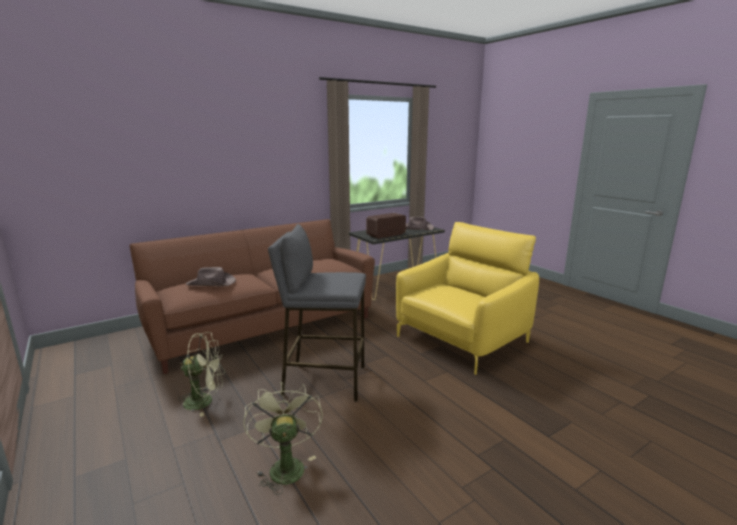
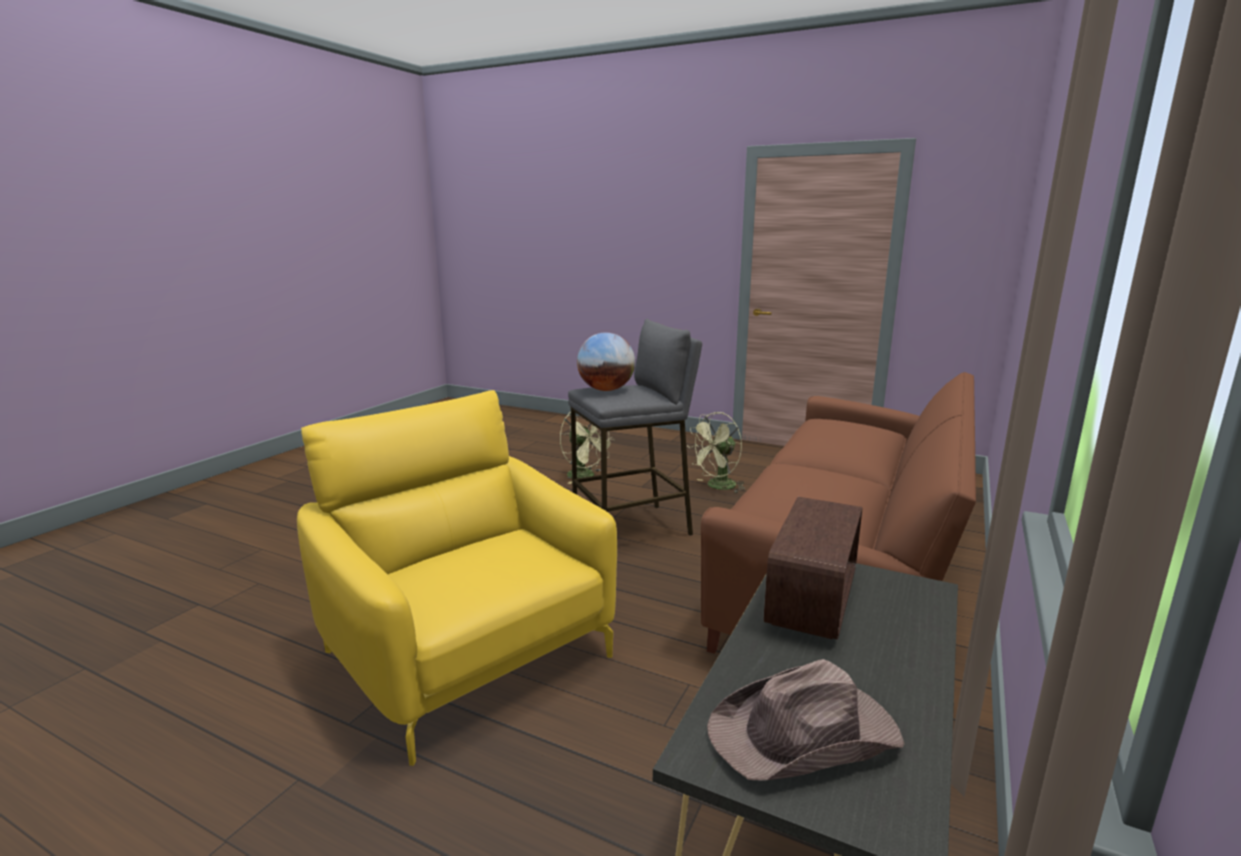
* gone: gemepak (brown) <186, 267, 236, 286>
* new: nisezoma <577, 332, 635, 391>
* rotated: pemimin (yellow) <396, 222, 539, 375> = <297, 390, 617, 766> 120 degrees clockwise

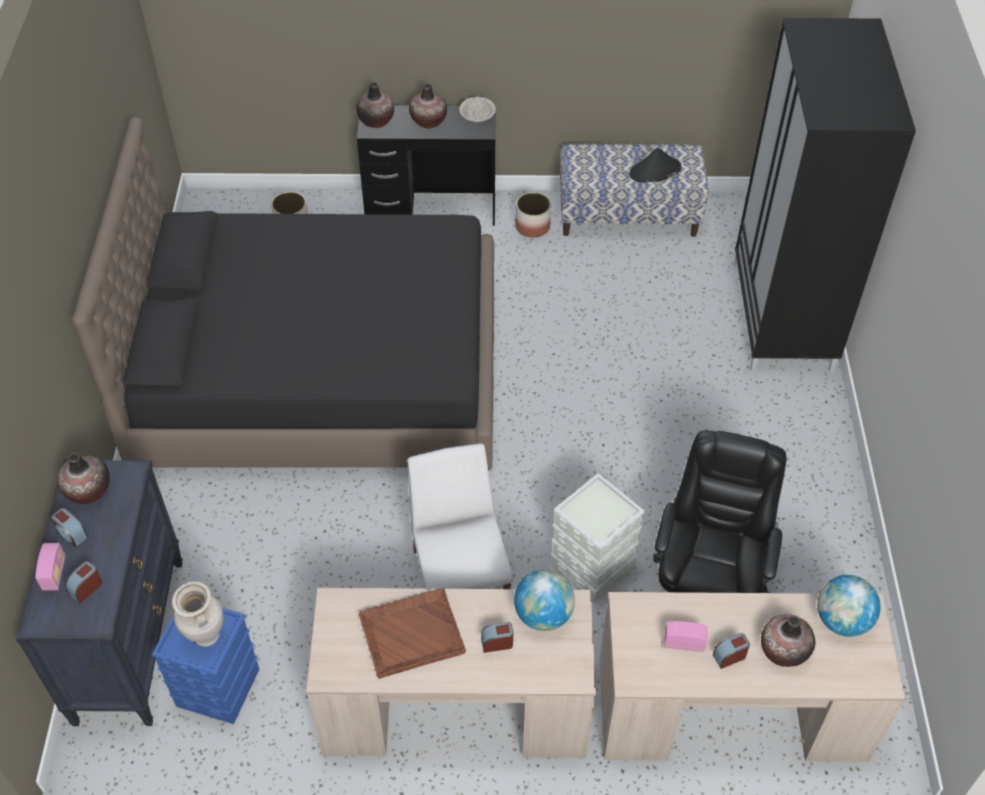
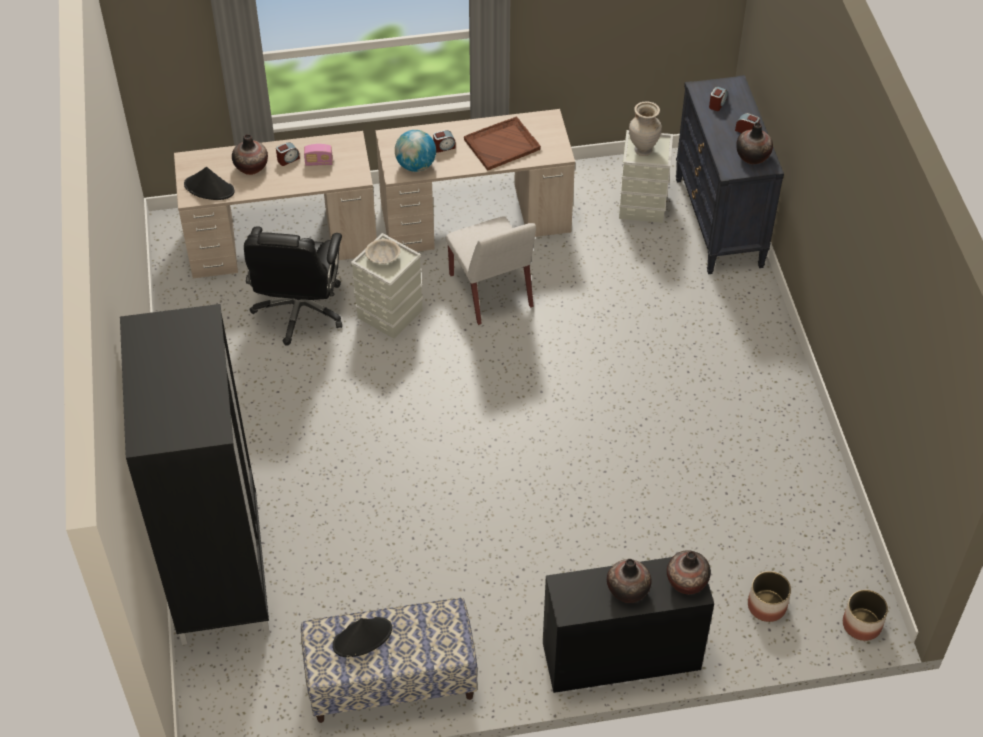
* gone: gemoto <35, 543, 65, 591>
* gone: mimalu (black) <72, 117, 494, 472>
* shifted: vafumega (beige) <459, 97, 496, 122> to <365, 239, 401, 264>
* shifted: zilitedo <515, 192, 551, 238> to <843, 590, 888, 641>
* swapped: nisezoma <817, 575, 881, 637> to gemepak (black) <184, 167, 235, 200>
* repainted: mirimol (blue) <152, 608, 259, 724> to mirimol (grey) <619, 130, 673, 223>

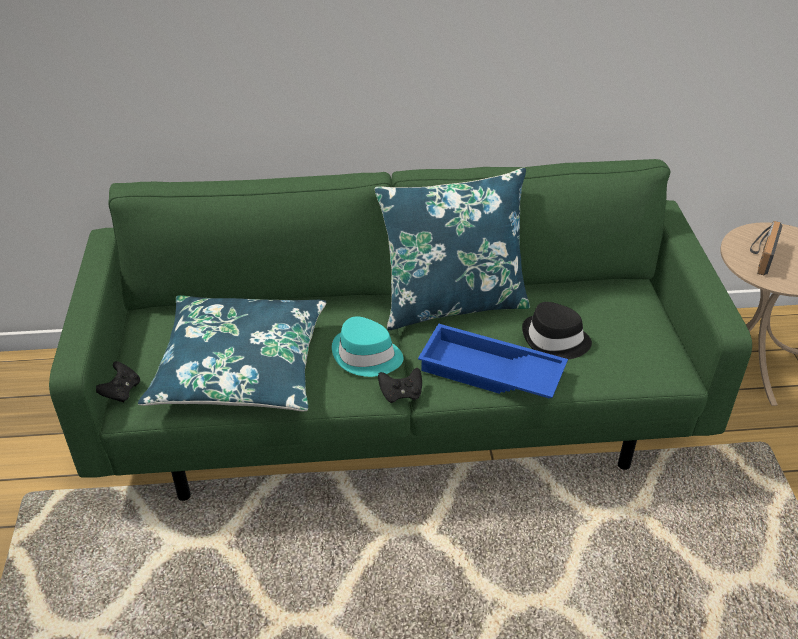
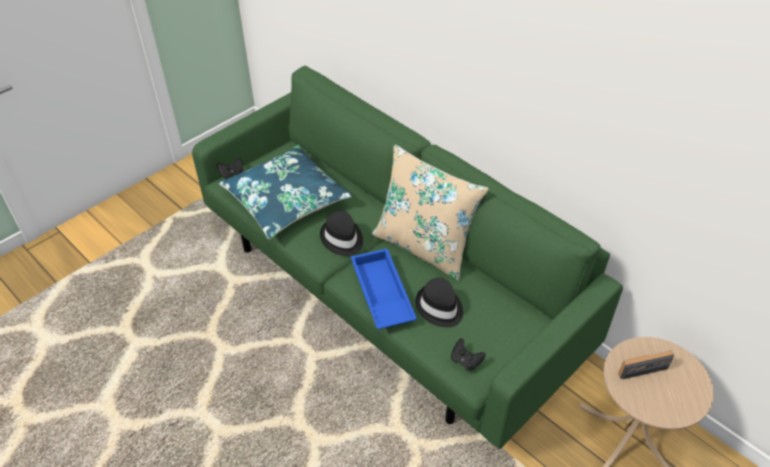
* shifted: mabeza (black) <378, 368, 422, 403> to <451, 338, 486, 371>
* repainted: gemepak (turquoise) <332, 316, 403, 377> to gemepak (black) <320, 211, 363, 256>
* repainted: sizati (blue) <375, 168, 530, 330> to sizati (beige) <372, 145, 488, 281>

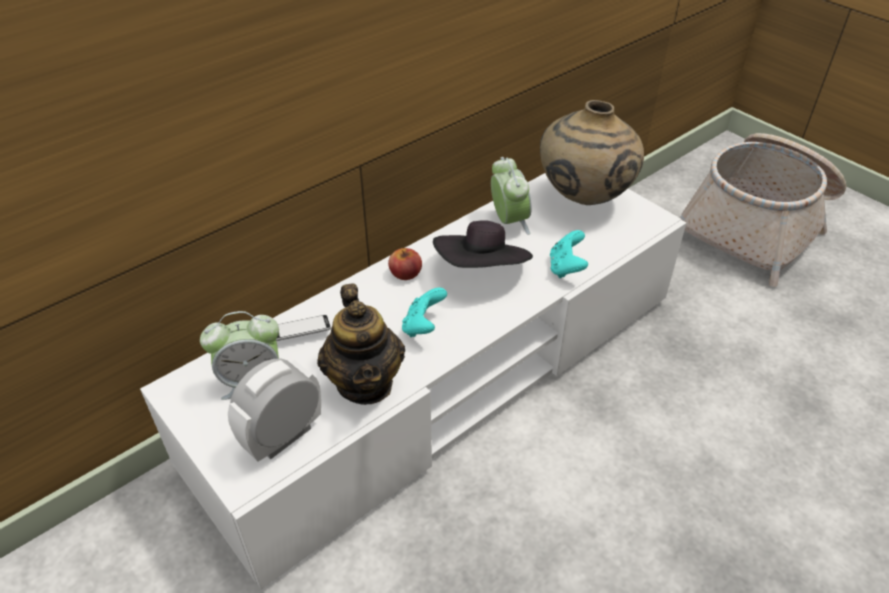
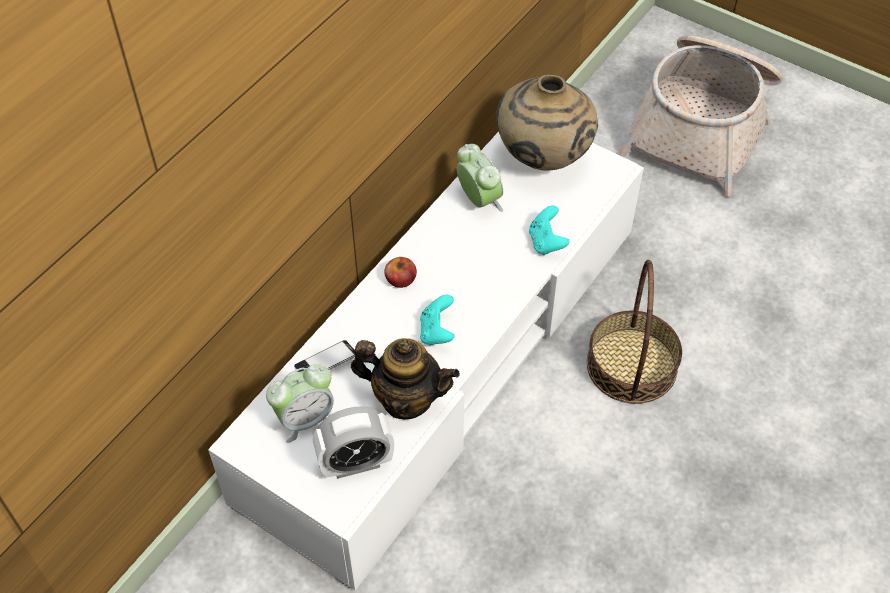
* gone: gemepak (black) <433, 220, 533, 268>
* new: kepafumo <587, 260, 682, 404>
* rotated: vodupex <228, 359, 321, 462> = <313, 407, 394, 479> 135 degrees counterclockwise
* rotated: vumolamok <317, 284, 405, 405> = <351, 338, 460, 419> 45 degrees counterclockwise

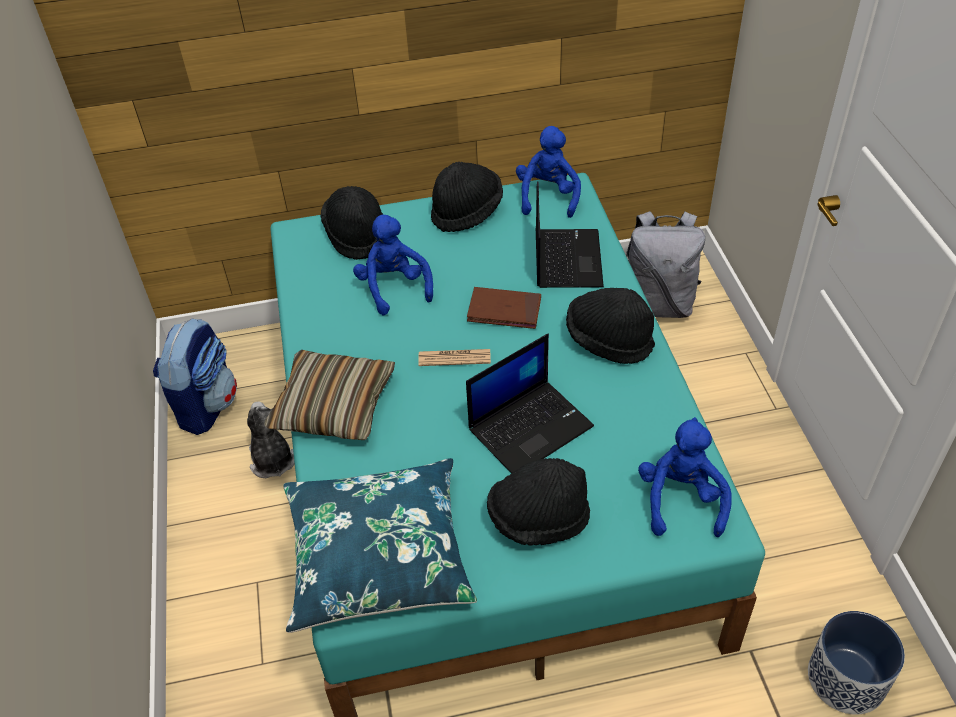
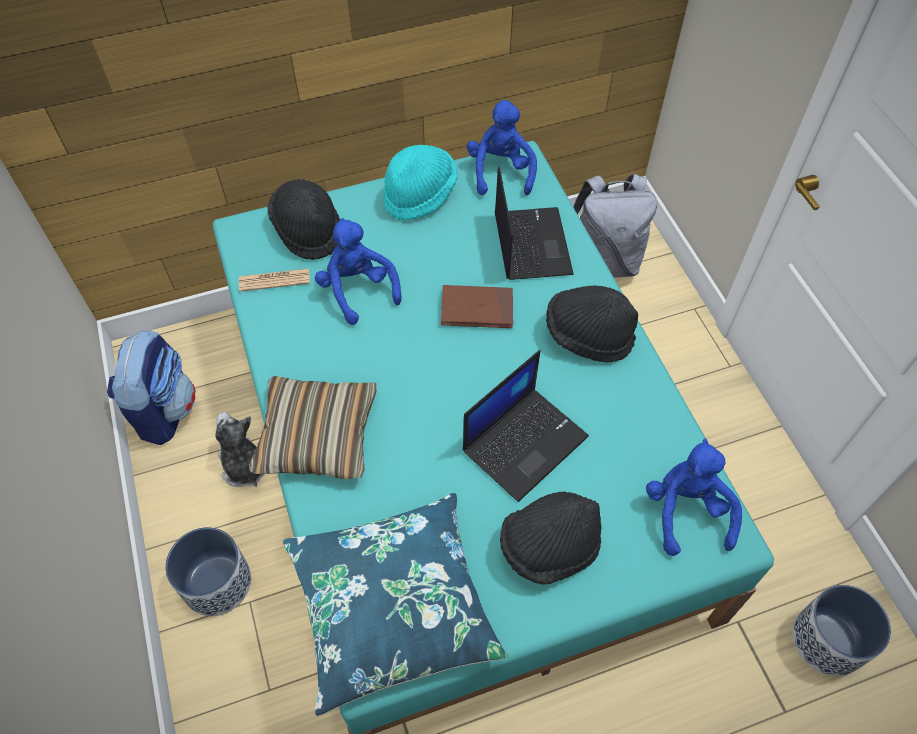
* new: zilitedo <165, 527, 251, 616>
* shifted: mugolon <418, 349, 491, 366> to <239, 268, 310, 291>
* repainted: gemepak (black) <431, 162, 503, 232> to gemepak (turquoise) <383, 145, 457, 220>

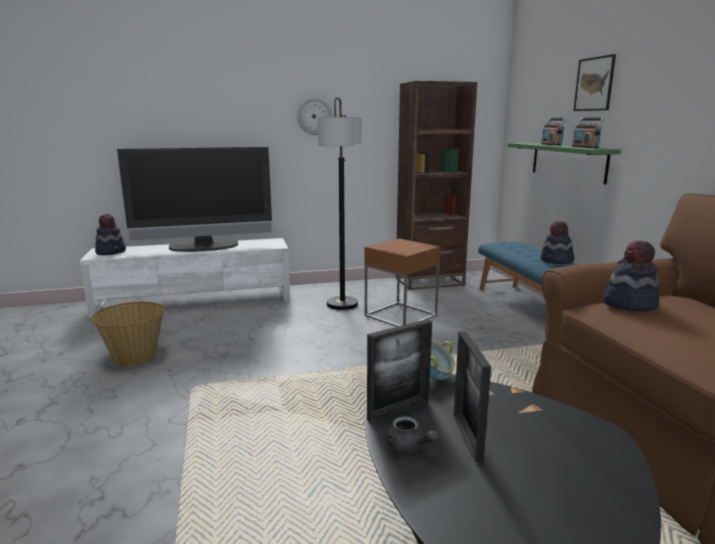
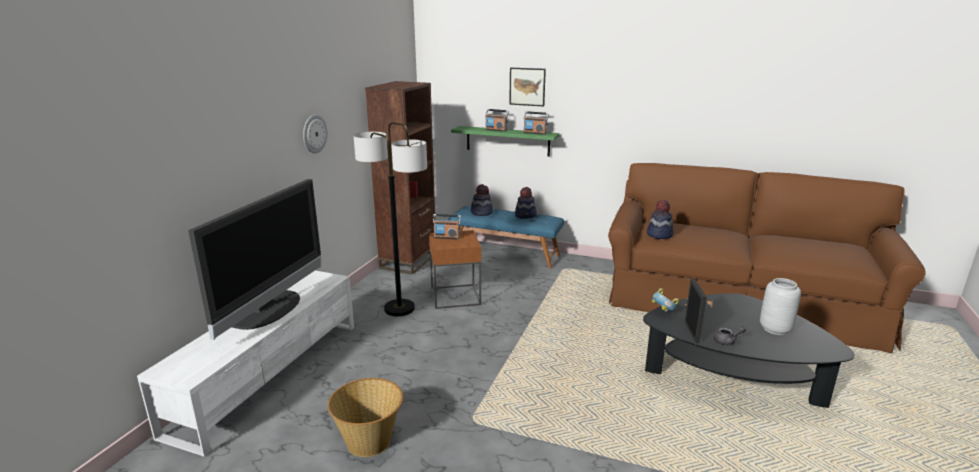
* gone: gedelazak <454, 331, 491, 463>
* new: gemoto <433, 214, 461, 239>
* new: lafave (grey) <760, 278, 801, 335>
* shifted: gemepak <95, 214, 126, 255> to <471, 184, 493, 216>

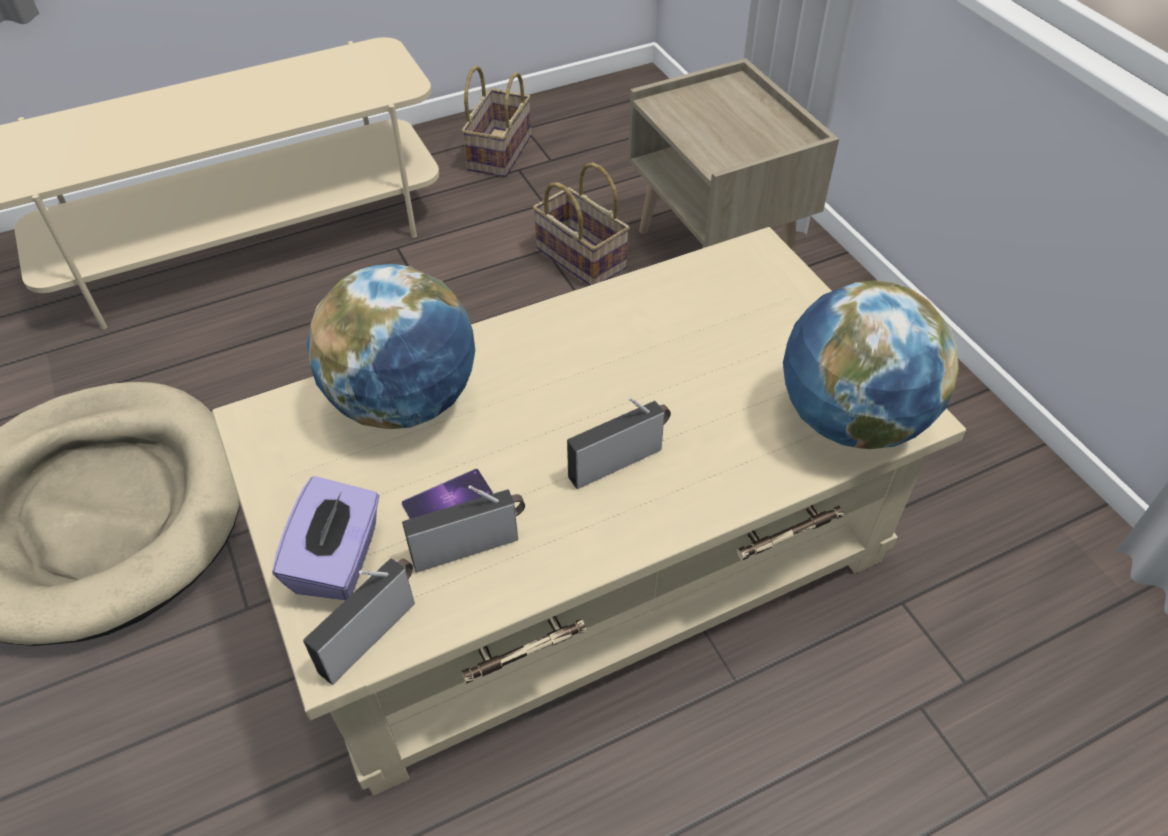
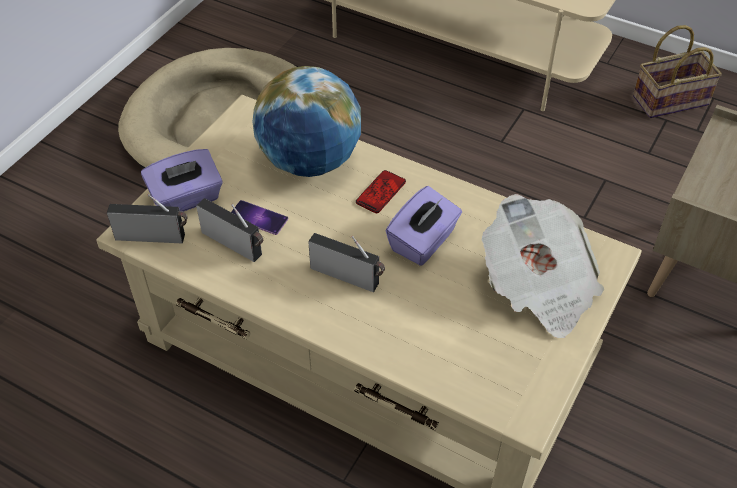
* gone: kepafumo <533, 163, 630, 286>
* gone: nisezoma <783, 280, 959, 449>
* new: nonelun <356, 170, 406, 213>
* new: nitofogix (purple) <386, 186, 462, 266>
* new: mugolon <482, 194, 604, 338>

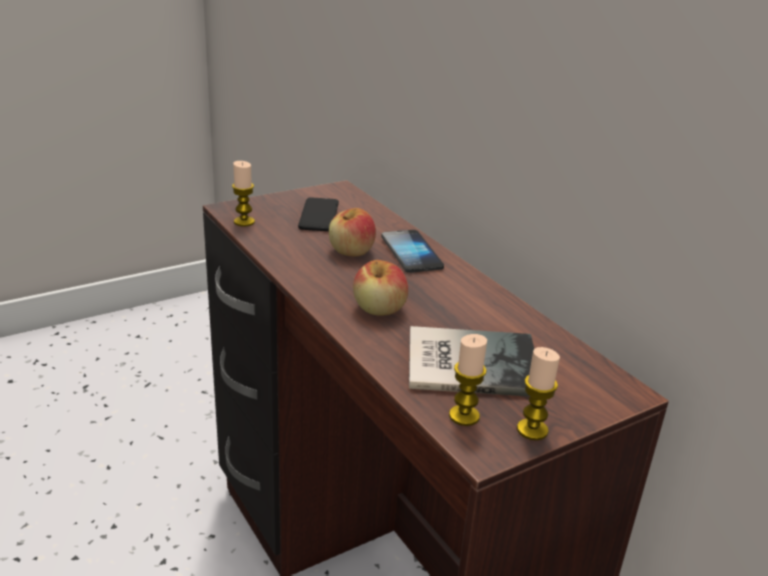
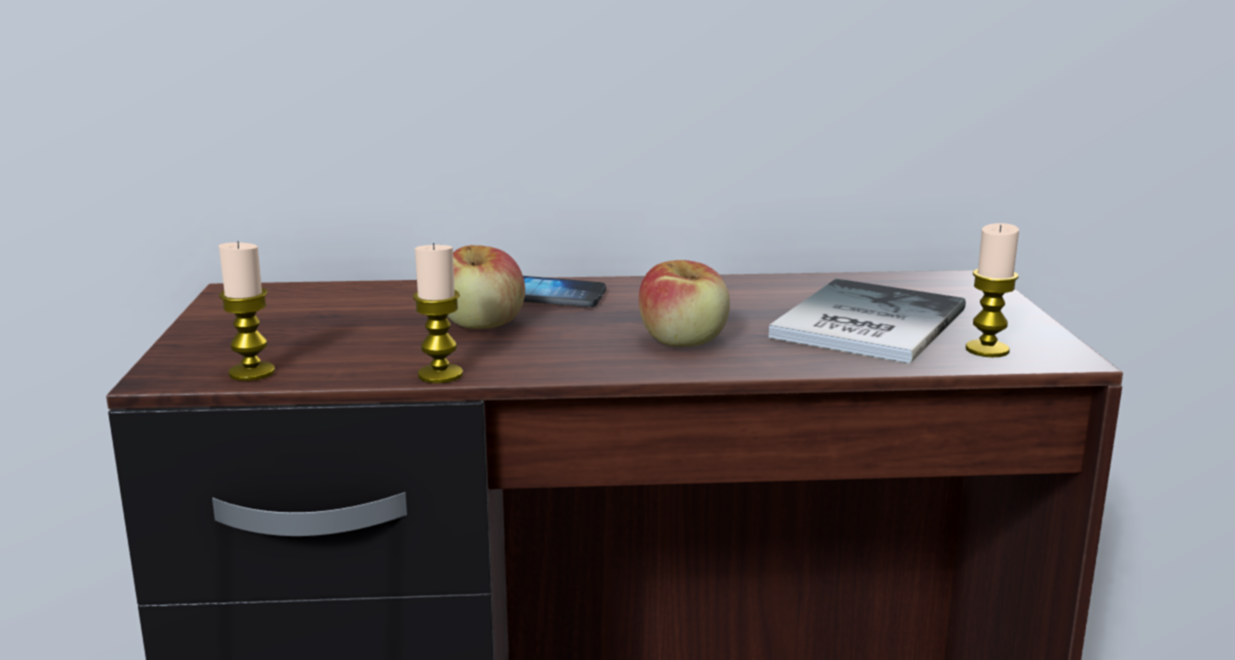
* gone: nonelun <298, 197, 339, 231>
* shifted: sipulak <517, 347, 560, 440> to <413, 243, 463, 383>

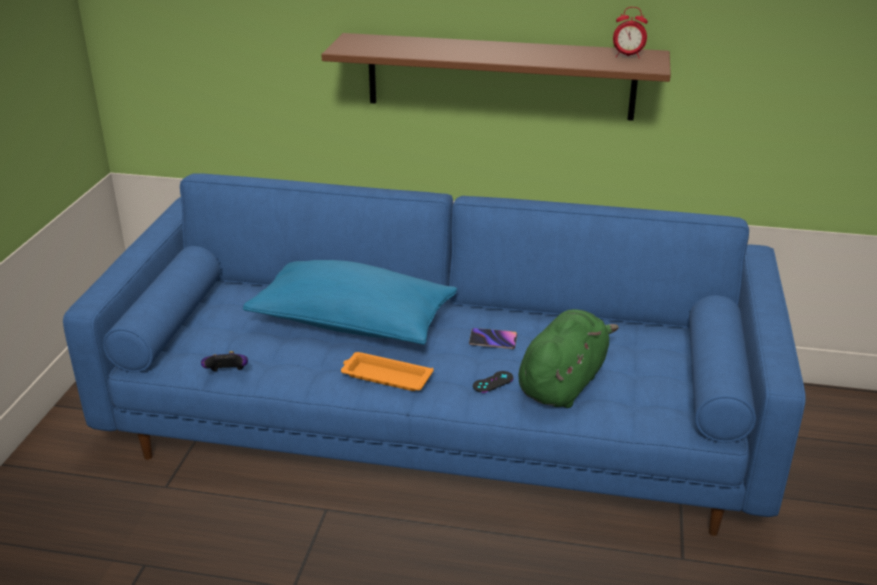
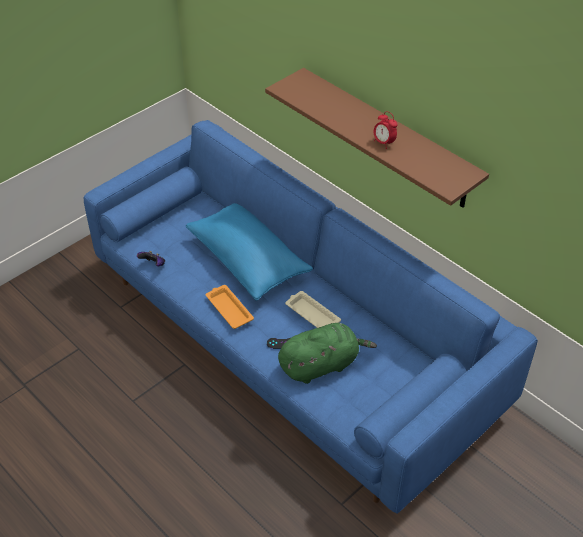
* shifted: vodupex <613, 7, 648, 59> to <374, 111, 398, 149>
* swapped: nonelun <469, 328, 517, 349> to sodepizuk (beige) <285, 291, 341, 328>

